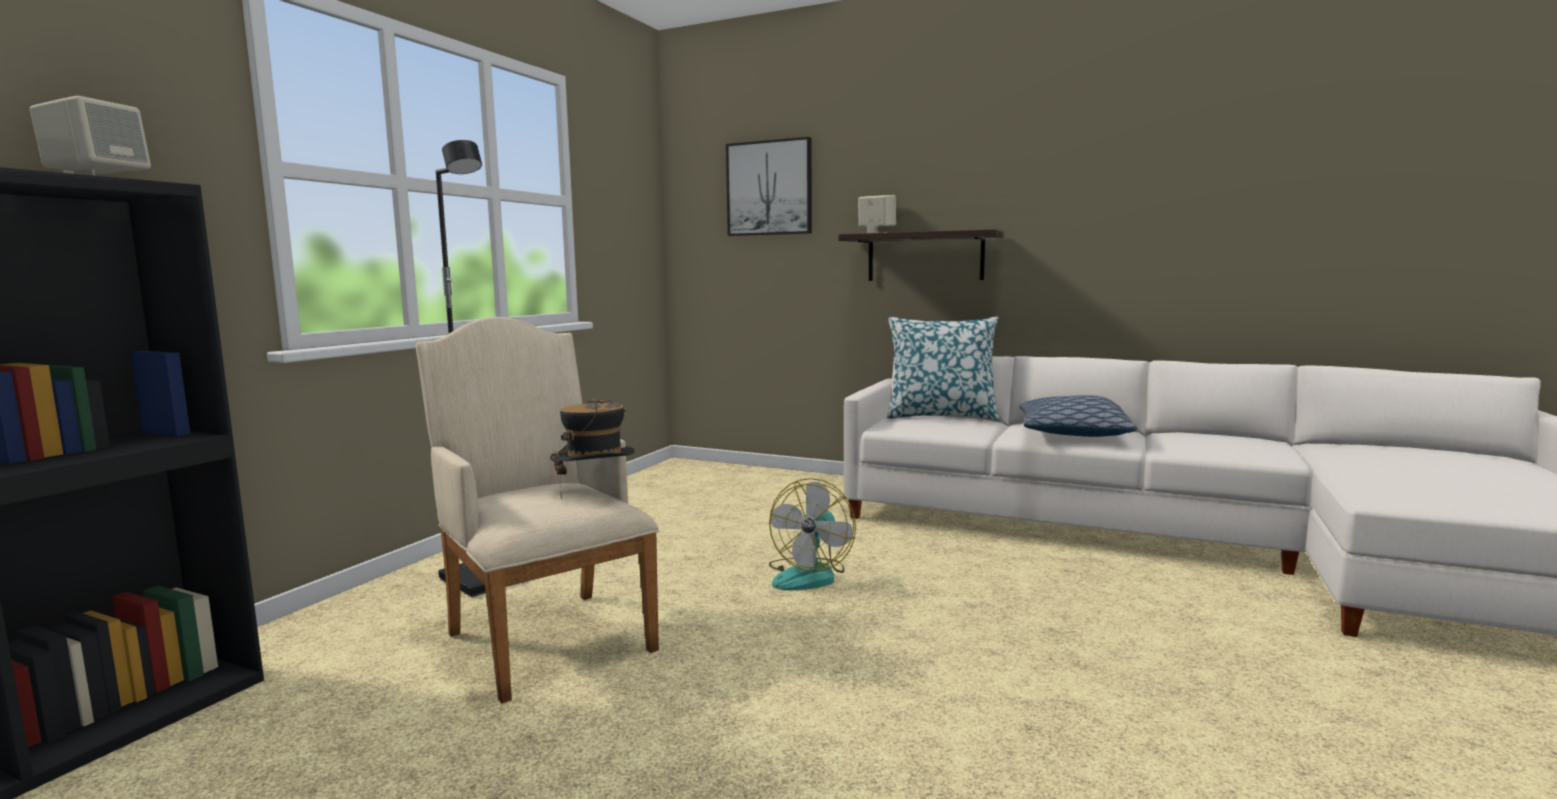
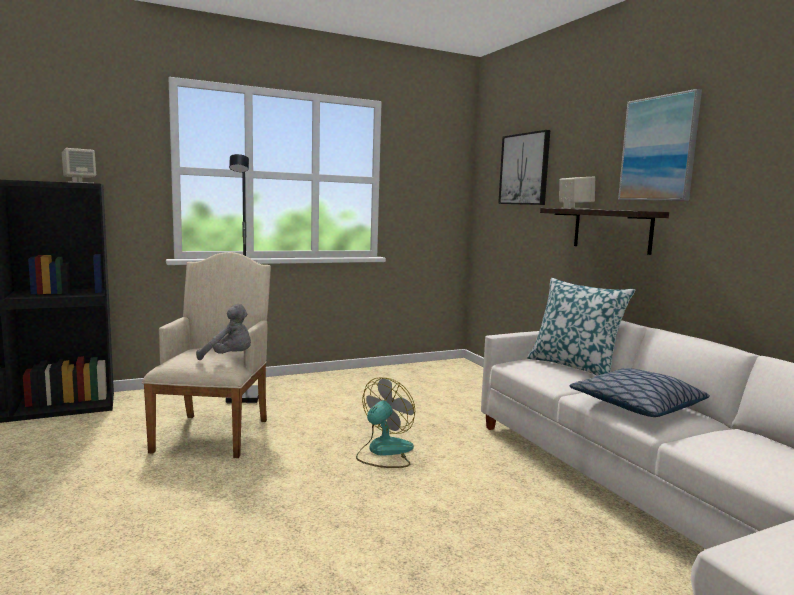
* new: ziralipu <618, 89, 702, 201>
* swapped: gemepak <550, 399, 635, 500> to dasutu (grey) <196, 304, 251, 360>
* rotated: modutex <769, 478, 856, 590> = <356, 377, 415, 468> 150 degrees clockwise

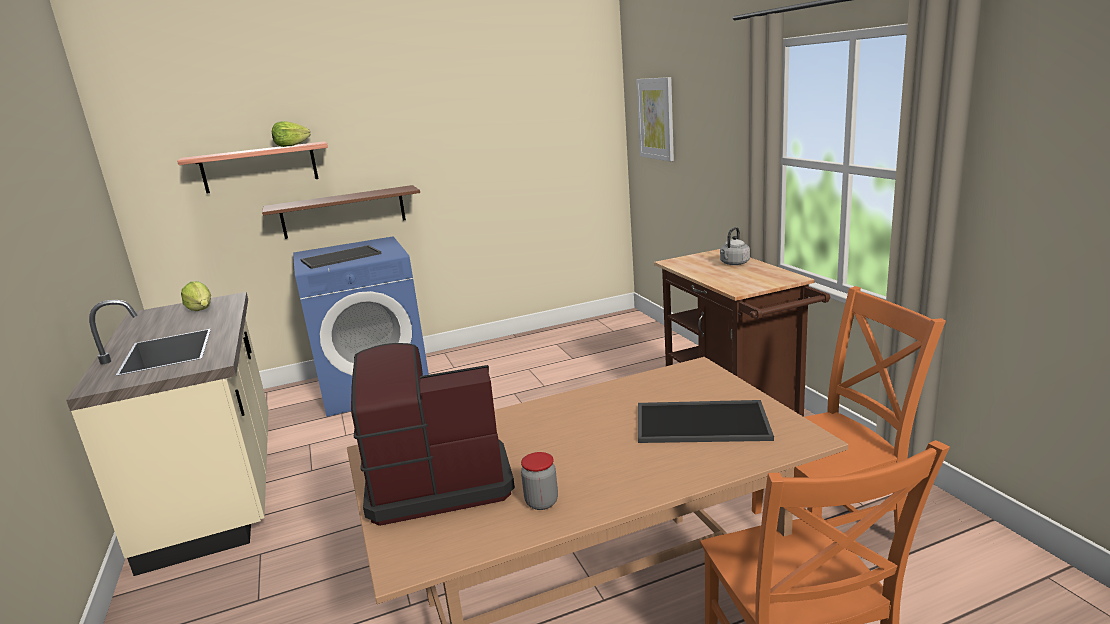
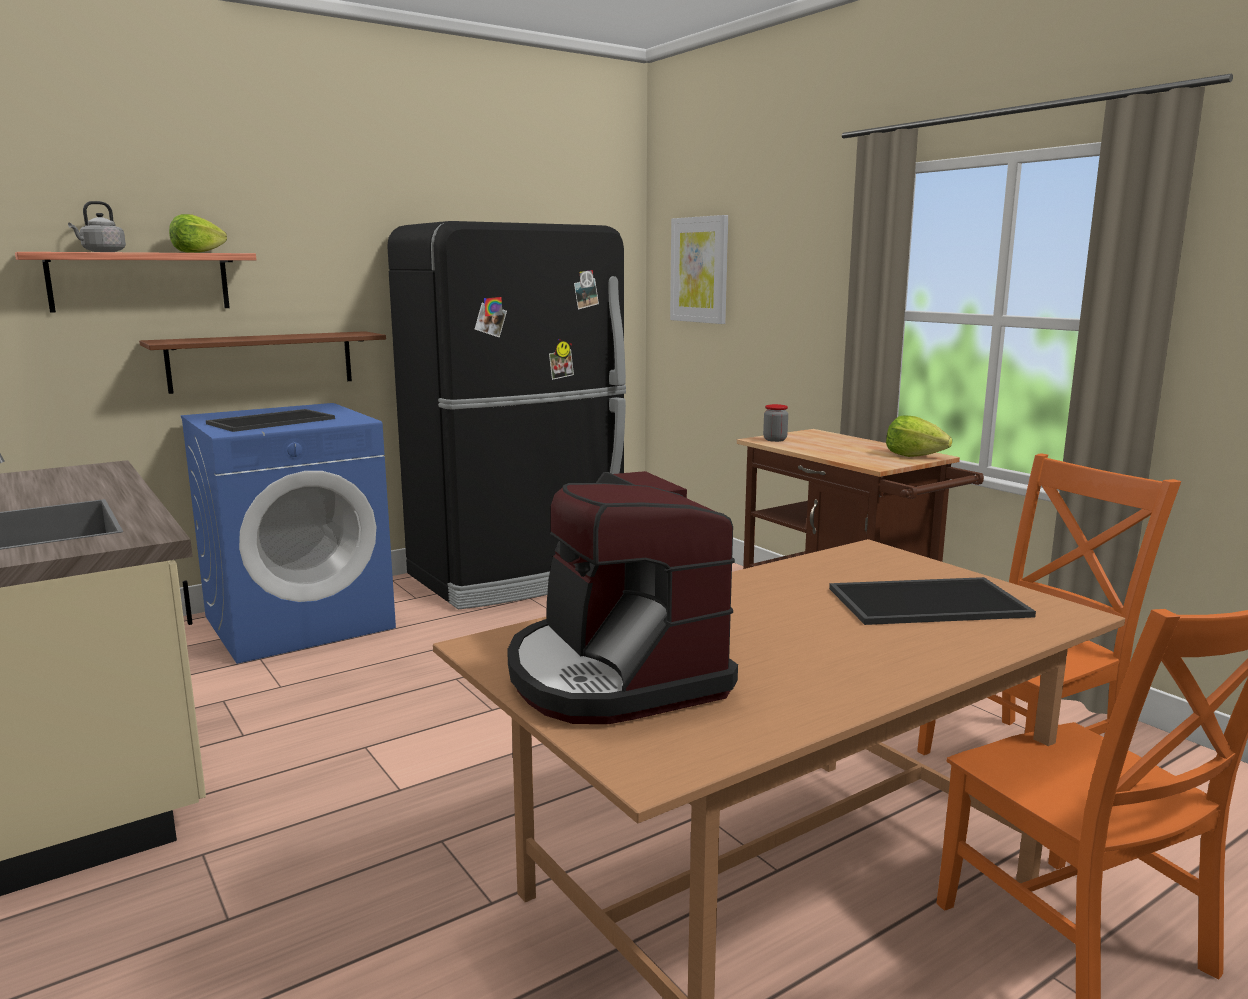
* new: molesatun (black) <387, 221, 626, 609>
* shifted: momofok <181, 281, 211, 311> to <886, 415, 952, 457>
* shifted: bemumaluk <521, 452, 558, 510> to <763, 404, 788, 442>
* shifted: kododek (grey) <720, 227, 750, 265> to <68, 201, 126, 252>
* rotated: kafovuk <351, 343, 515, 526> = <507, 471, 738, 724> 90 degrees counterclockwise

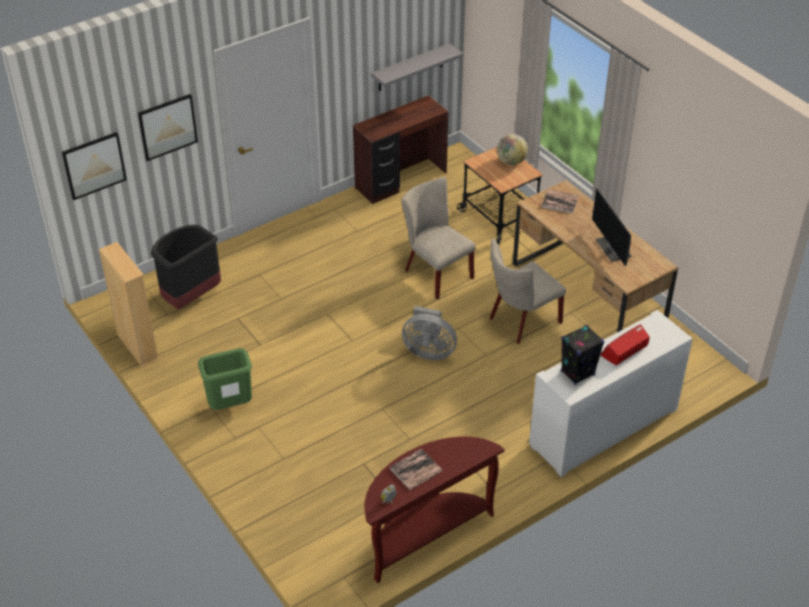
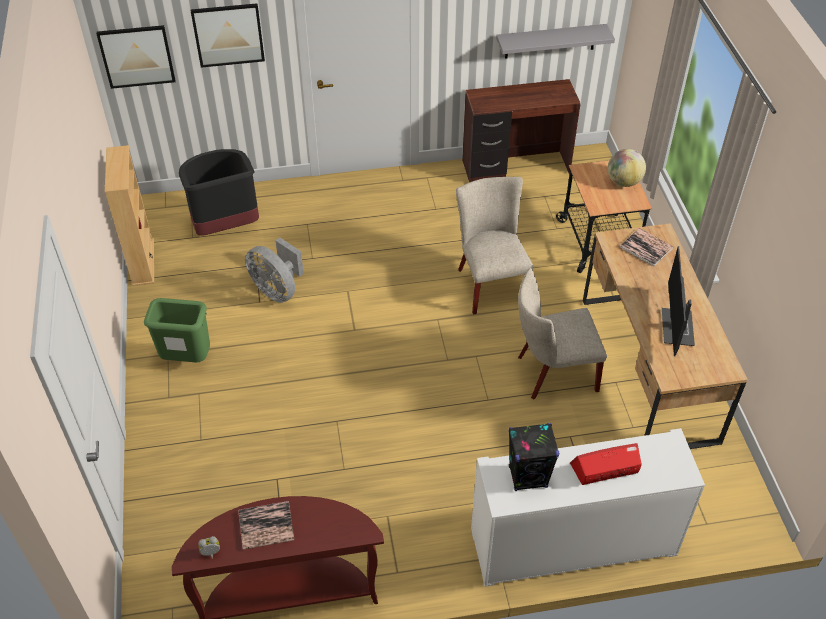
* shifted: modutex (grey) <402, 306, 457, 360> to <245, 237, 304, 303>

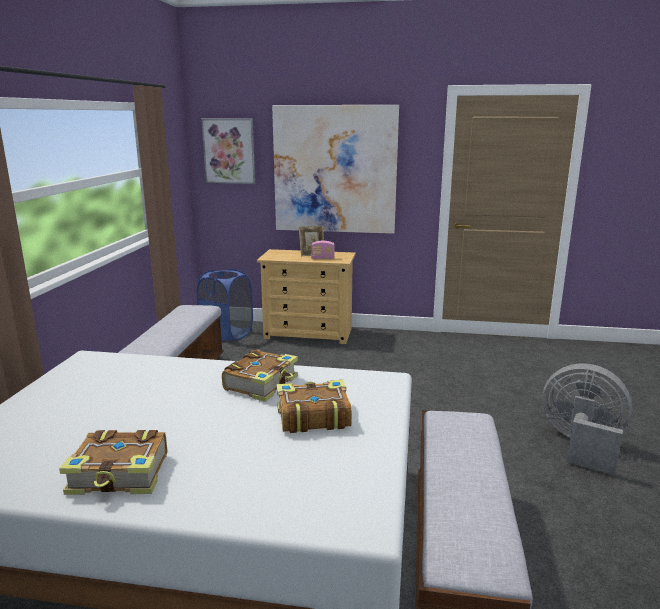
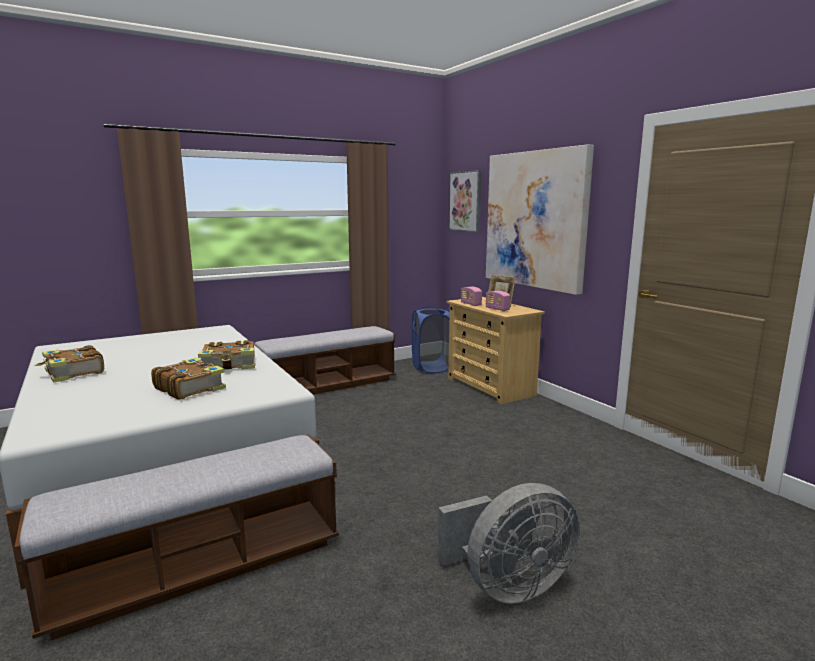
* new: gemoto <461, 287, 482, 306>
* rotated: modutex (grey) <542, 363, 632, 475> = <438, 483, 579, 604> 75 degrees clockwise

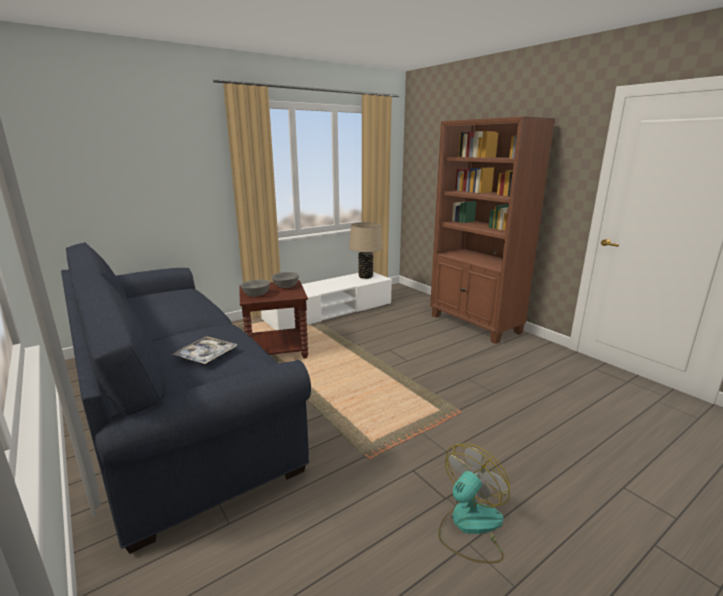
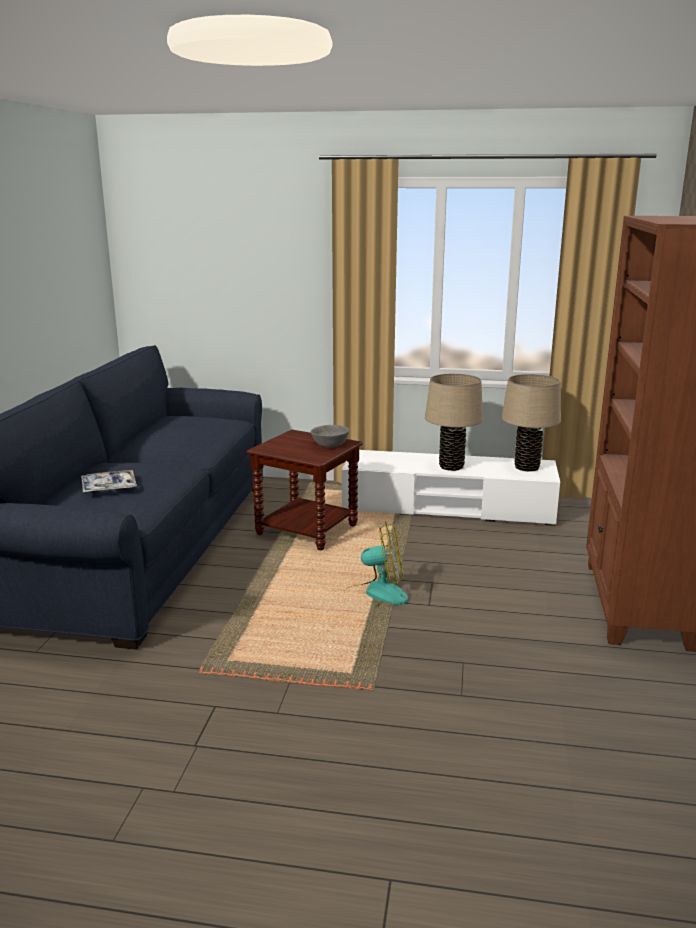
* gone: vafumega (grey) <240, 279, 270, 297>
* new: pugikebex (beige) <425, 374, 483, 471>
* shifted: modutex <438, 443, 510, 563> to <348, 521, 408, 607>

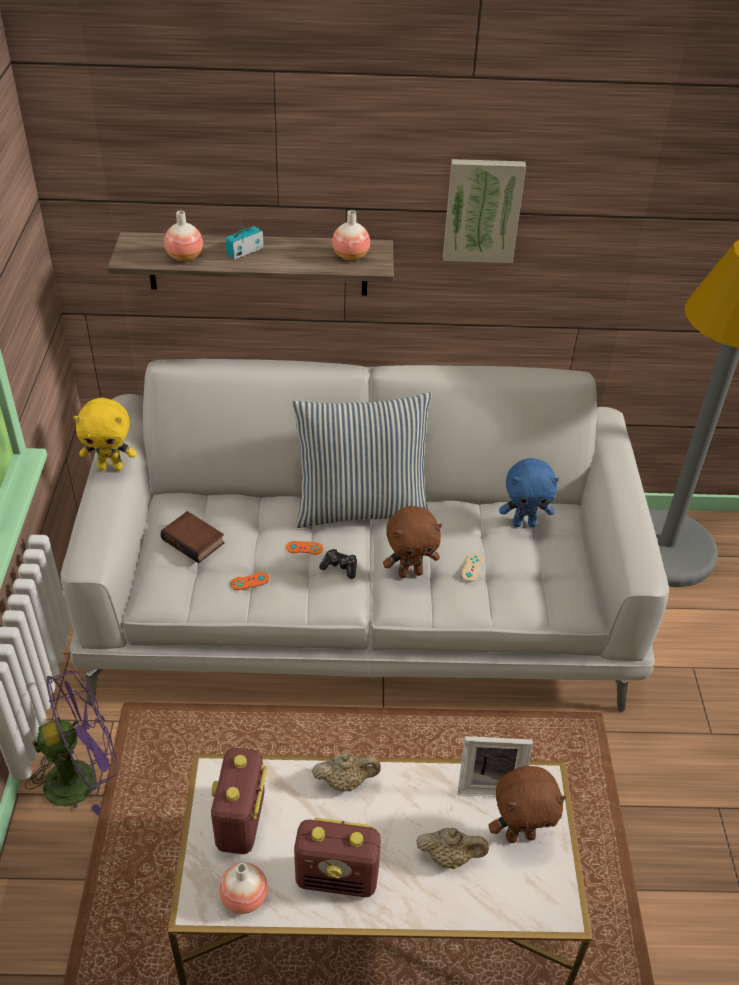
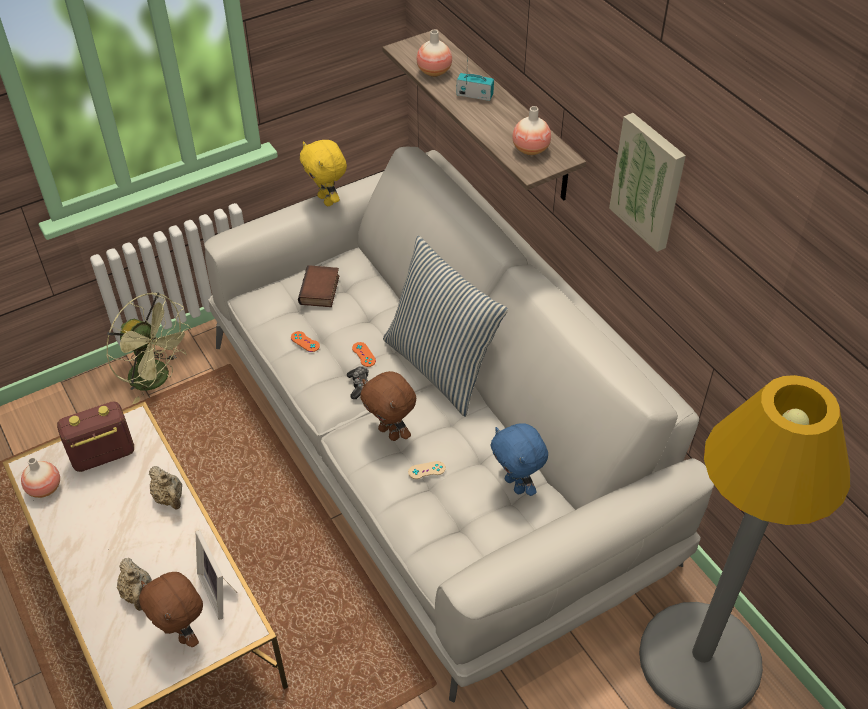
* gone: gemoto <294, 818, 381, 897>
* repainted: modutex (purple) <25, 670, 118, 816> to modutex (green) <106, 292, 191, 404>

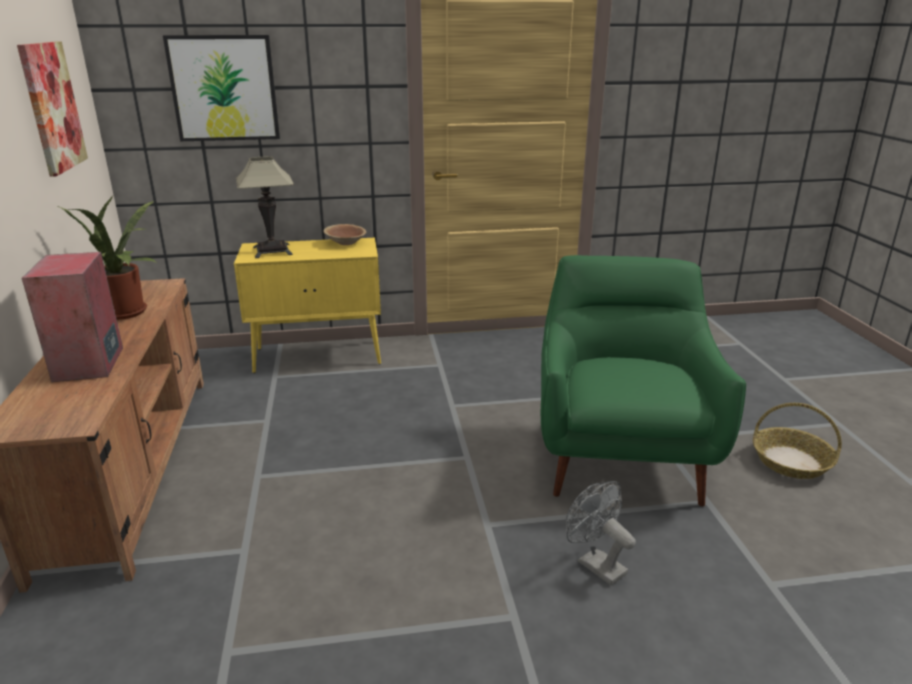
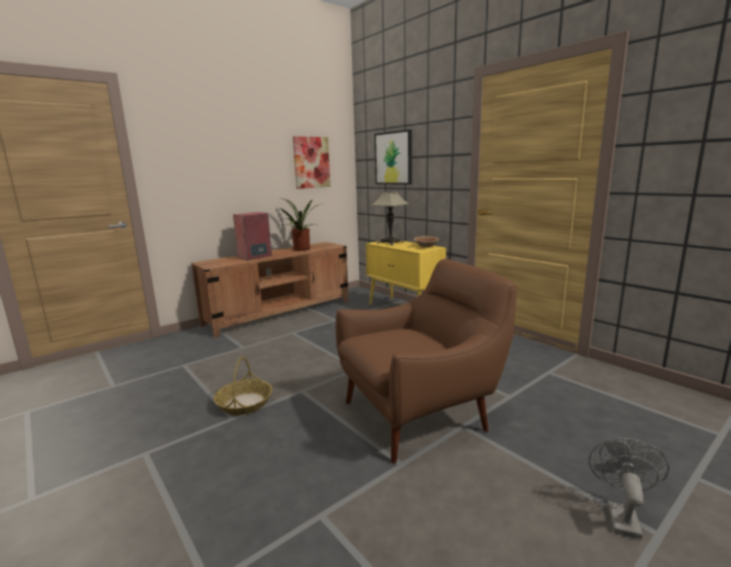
* shifted: modutex (grey) <566, 481, 636, 585> to <589, 438, 669, 539>
* shifted: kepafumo <753, 403, 842, 479> to <214, 357, 272, 415>
* repainted: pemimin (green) <541, 255, 746, 507> to pemimin (brown) <336, 259, 517, 463>

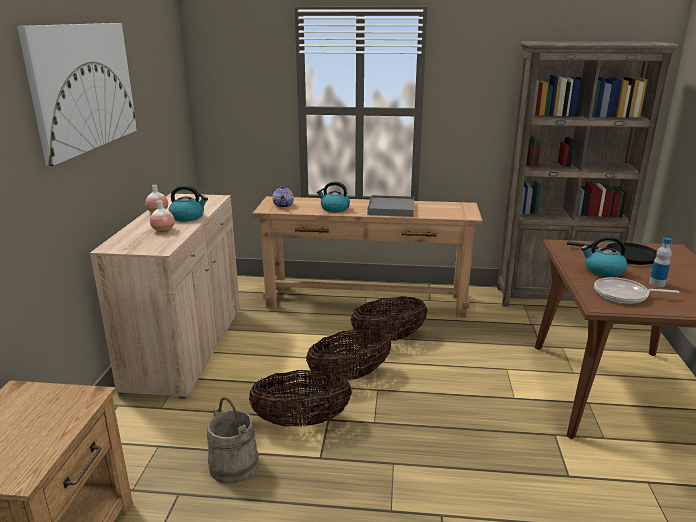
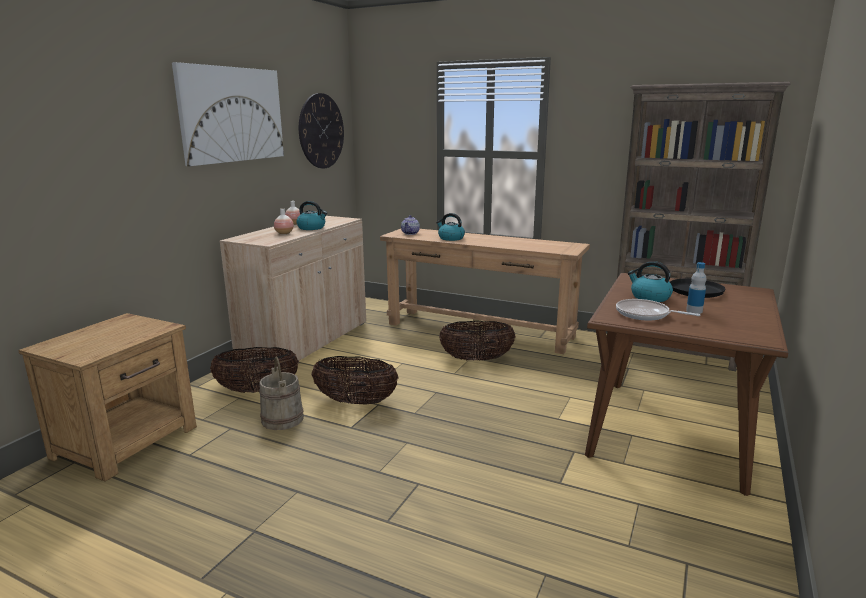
* gone: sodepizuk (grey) <367, 195, 414, 217>
* new: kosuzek <299, 93, 344, 168>
* shifted: kepafumo <306, 328, 391, 381> to <210, 347, 299, 393>

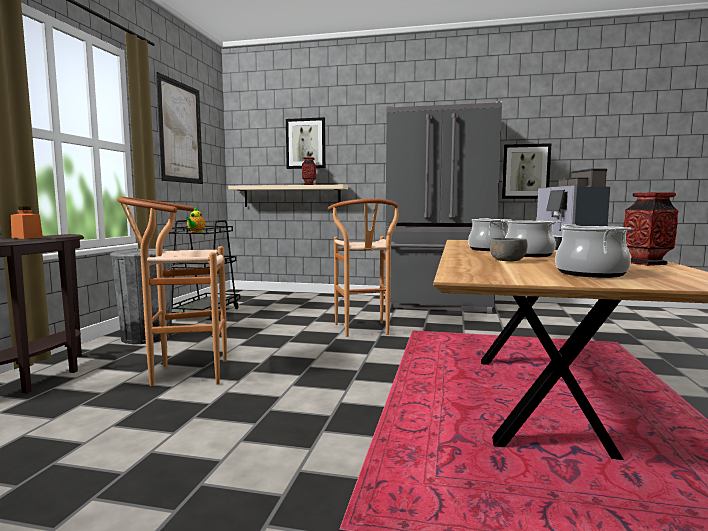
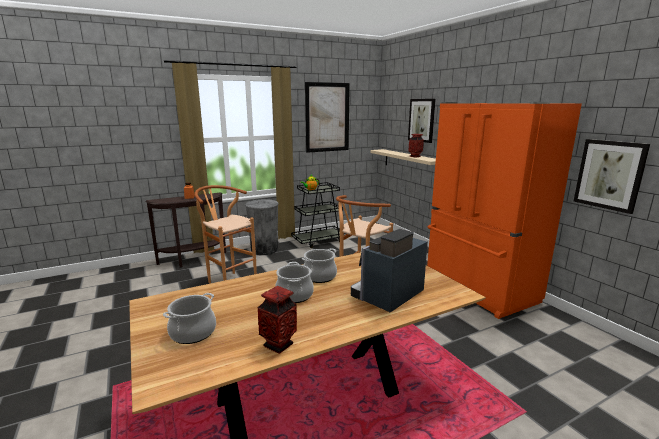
* gone: vafumega (grey) <489, 238, 528, 262>
* repainted: molesatun (grey) <385, 101, 502, 313> to molesatun (orange) <427, 102, 582, 319>

